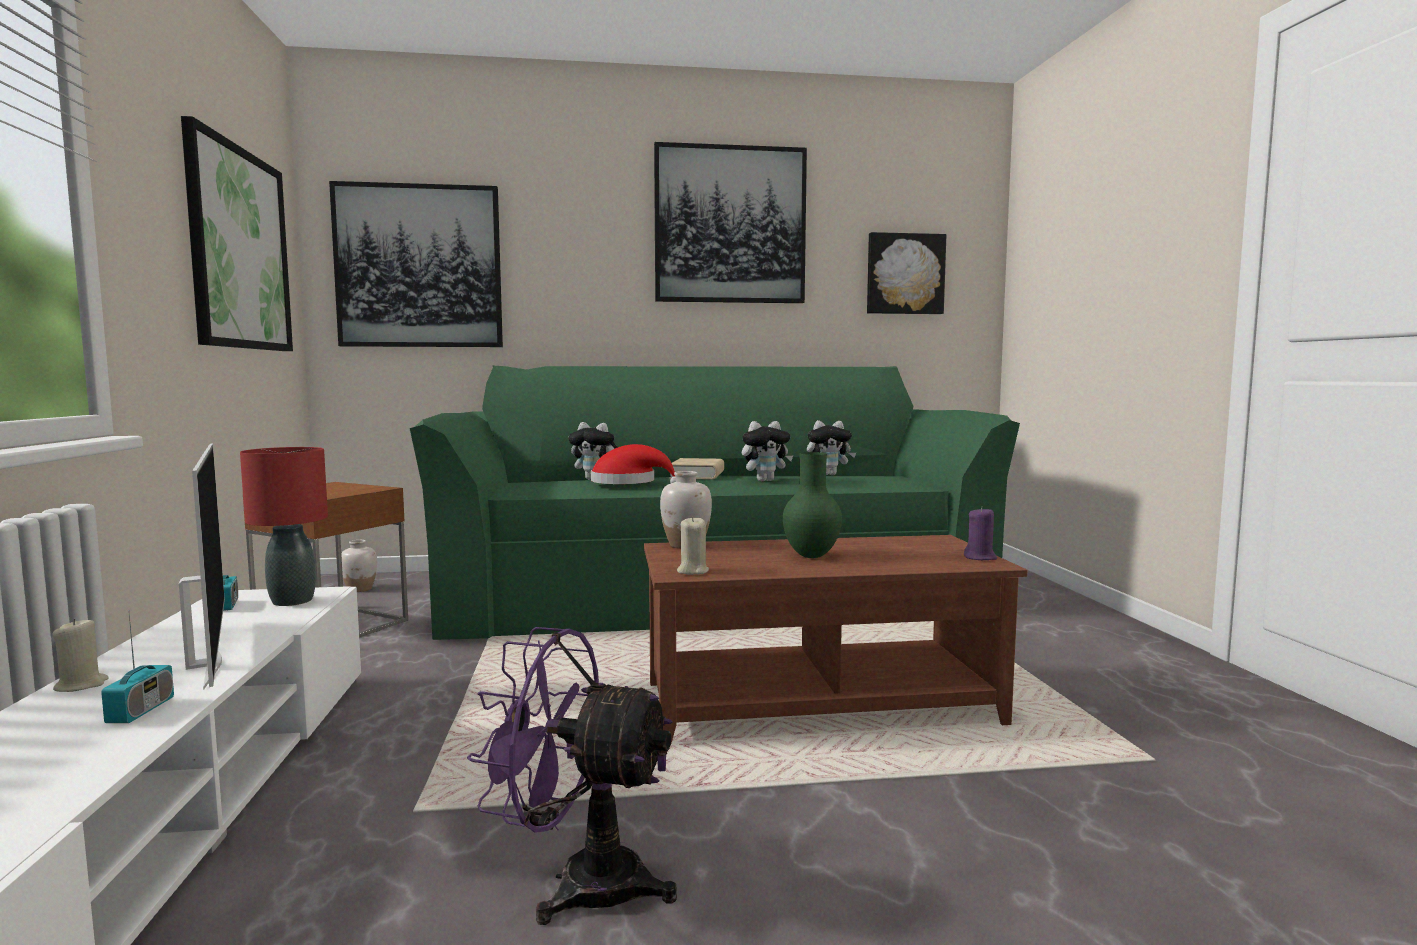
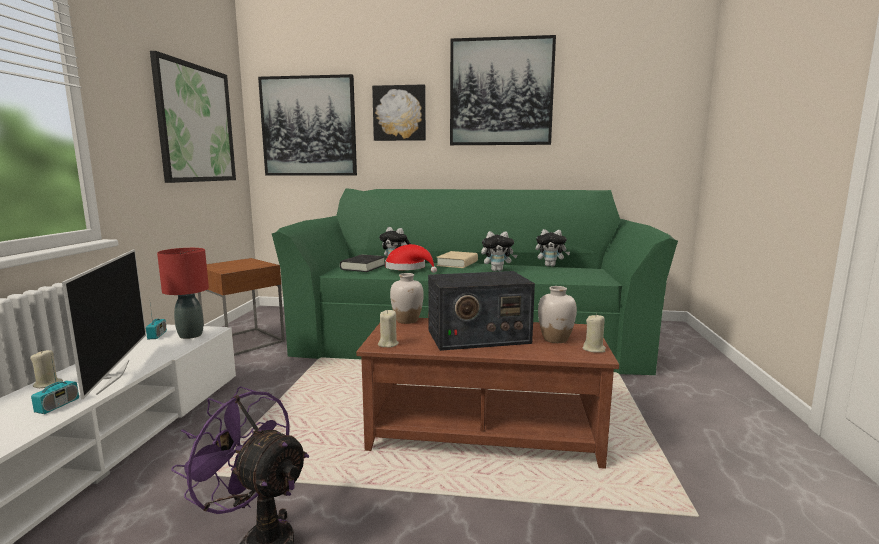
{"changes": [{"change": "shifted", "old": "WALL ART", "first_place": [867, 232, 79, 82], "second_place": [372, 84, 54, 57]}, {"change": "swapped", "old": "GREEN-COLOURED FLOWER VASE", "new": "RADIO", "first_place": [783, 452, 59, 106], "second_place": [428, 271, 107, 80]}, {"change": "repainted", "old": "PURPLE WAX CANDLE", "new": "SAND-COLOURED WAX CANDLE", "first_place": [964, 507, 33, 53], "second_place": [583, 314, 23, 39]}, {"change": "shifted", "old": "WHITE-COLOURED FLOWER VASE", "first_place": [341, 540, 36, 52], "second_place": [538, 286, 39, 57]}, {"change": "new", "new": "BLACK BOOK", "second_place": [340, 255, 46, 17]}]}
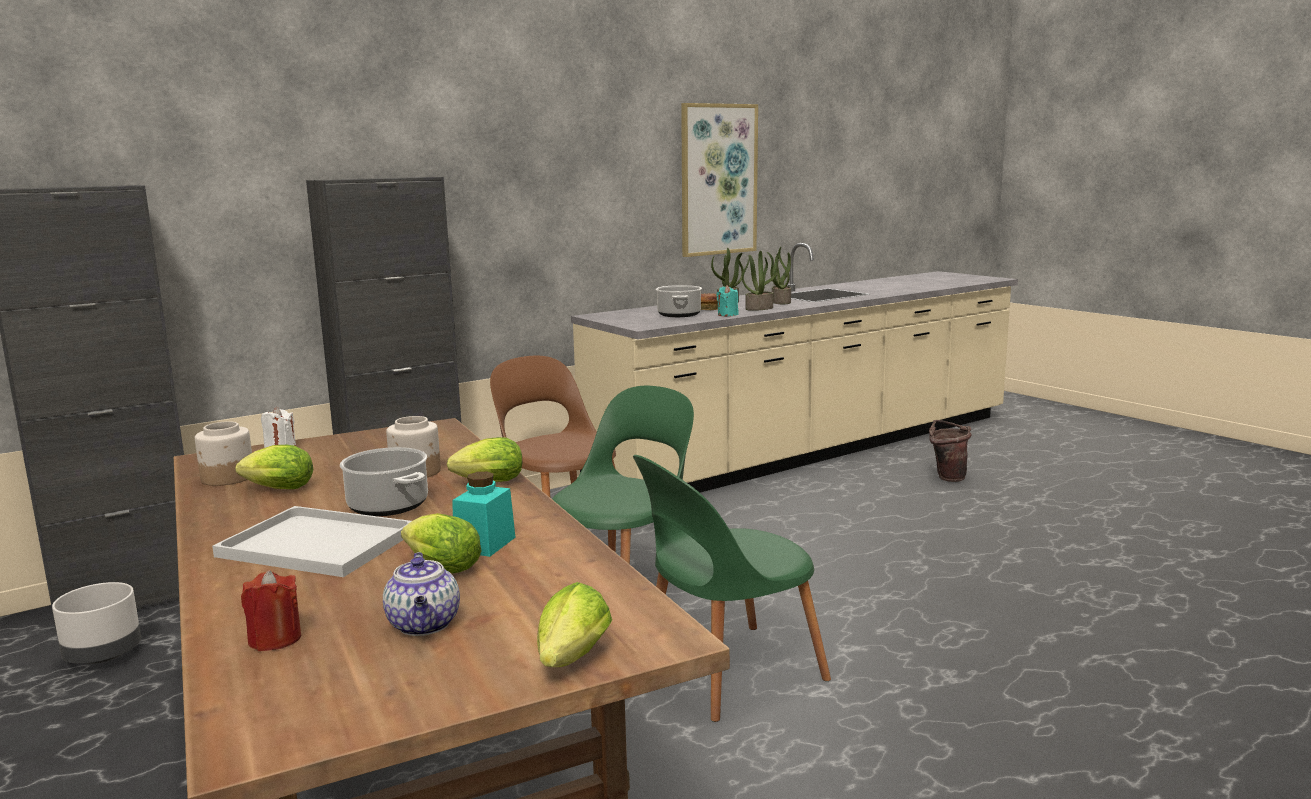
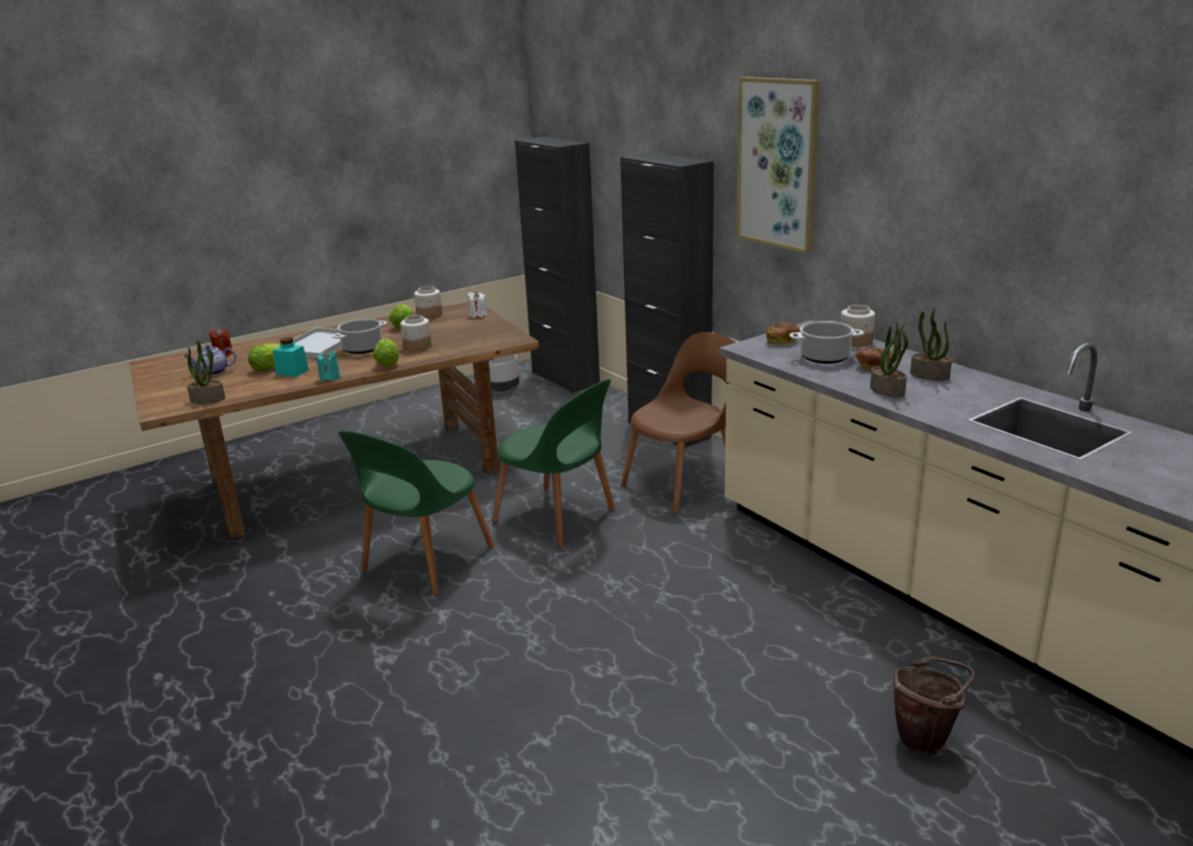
{"changes": [{"change": "shifted", "old": "WALL ART", "first_place": [681, 103, 77, 154], "second_place": [737, 77, 83, 177]}, {"change": "shifted", "old": "POTTED PLANT", "first_place": [767, 247, 24, 57], "second_place": [187, 340, 38, 64]}, {"change": "shifted", "old": "BLUE-GREEN WAX CANDLE", "first_place": [716, 285, 23, 31], "second_place": [316, 350, 24, 32]}, {"change": "rotated", "old": "GREEN-COLOURED UPRIGHT CHAIR", "first_place": [633, 455, 198, 267], "second_place": [338, 430, 156, 164], "degrees": -120}, {"change": "gone", "old": "LETTUCE HEAD", "first_place": [537, 582, 75, 85]}, {"change": "new", "new": "PRESERVE JAR", "second_place": [841, 305, 34, 42]}, {"change": "new", "new": "BAKERY BREAD", "second_place": [766, 322, 34, 23]}]}
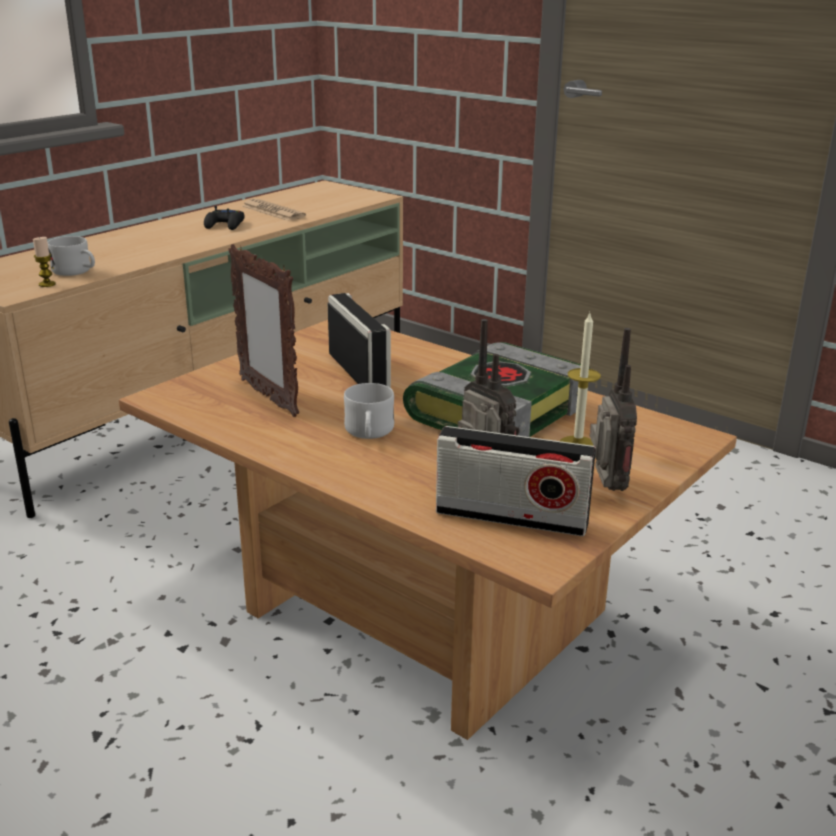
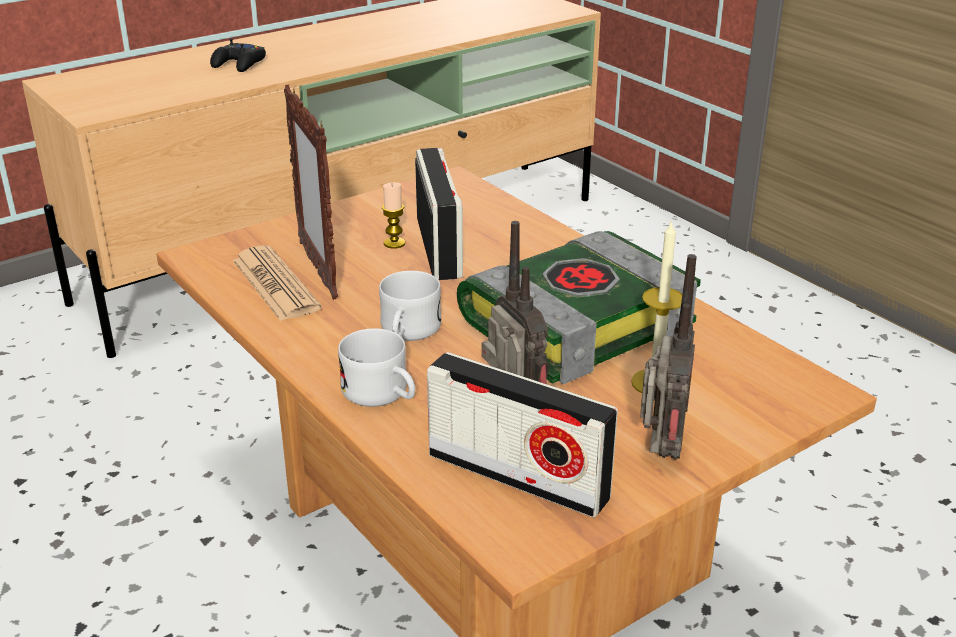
{"changes": [{"change": "shifted", "old": "PRINTED PAPER", "first_place": [242, 199, 64, 22], "second_place": [233, 245, 89, 76]}, {"change": "shifted", "old": "BLACK GAMEPAD", "first_place": [204, 206, 41, 24], "second_place": [210, 39, 56, 33]}, {"change": "shifted", "old": "WHITE-COLOURED TEA MUG", "first_place": [48, 236, 47, 40], "second_place": [338, 328, 77, 79]}, {"change": "shifted", "old": "WAX CANDLE", "first_place": [33, 237, 23, 50], "second_place": [382, 182, 23, 67]}]}
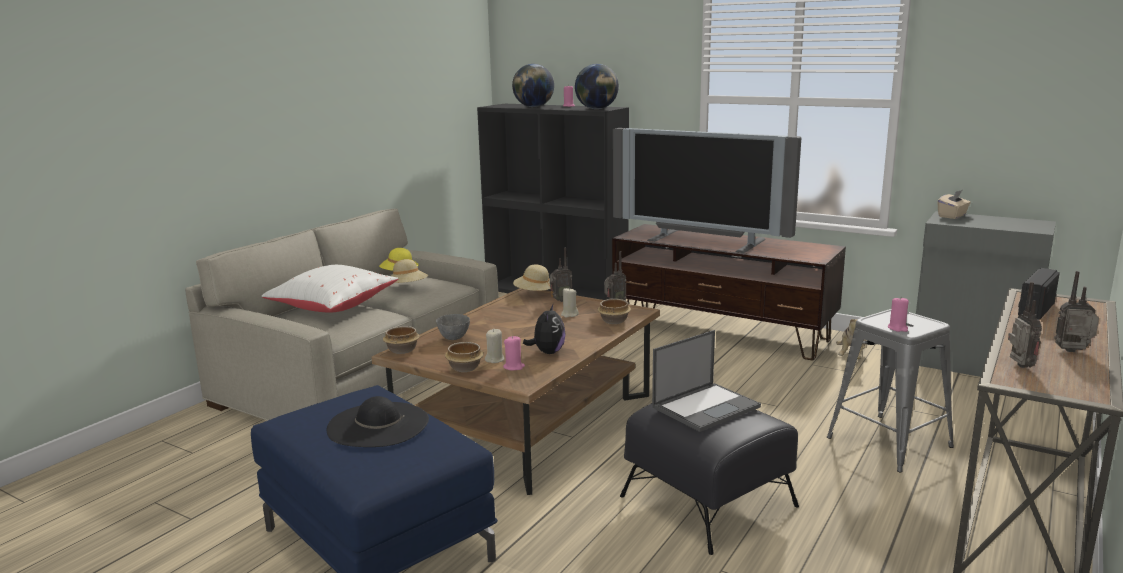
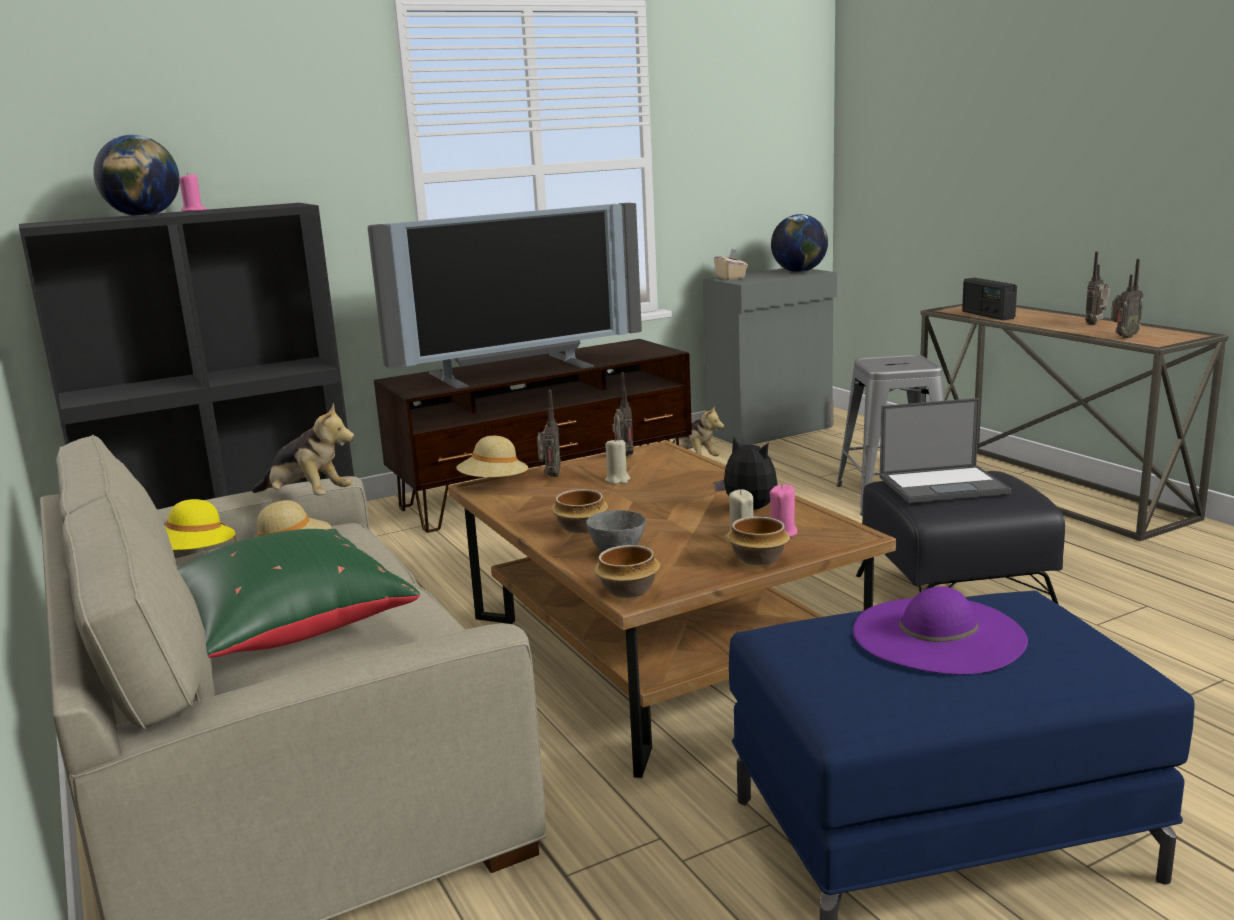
{"changes": [{"change": "shifted", "old": "DESK GLOBE", "first_place": [575, 64, 44, 45], "second_place": [771, 214, 57, 58]}, {"change": "repainted", "old": "WHITE-COLOURED THROW PILLOW", "new": "GREEN-COLOURED THROW PILLOW", "first_place": [262, 265, 136, 47], "second_place": [177, 529, 243, 129]}, {"change": "rotated", "old": "RADIO", "first_place": [1008, 282, 34, 86], "second_place": [1111, 259, 32, 79], "degrees": 120}, {"change": "gone", "old": "PINK-COLOURED WAX CANDLE", "first_place": [888, 296, 21, 36]}, {"change": "shifted", "old": "BOWL", "first_place": [598, 299, 33, 25], "second_place": [551, 489, 57, 44]}, {"change": "rotated", "old": "PORTABLE COMPUTER", "first_place": [652, 330, 109, 102], "second_place": [880, 398, 132, 105], "degrees": 90}, {"change": "repainted", "old": "BLACK CLOTHING HAT", "new": "PURPLE CLOTHING HAT", "first_place": [327, 396, 102, 51], "second_place": [853, 586, 175, 89]}, {"change": "new", "new": "CUDDLY TOY", "second_place": [252, 403, 102, 93]}]}
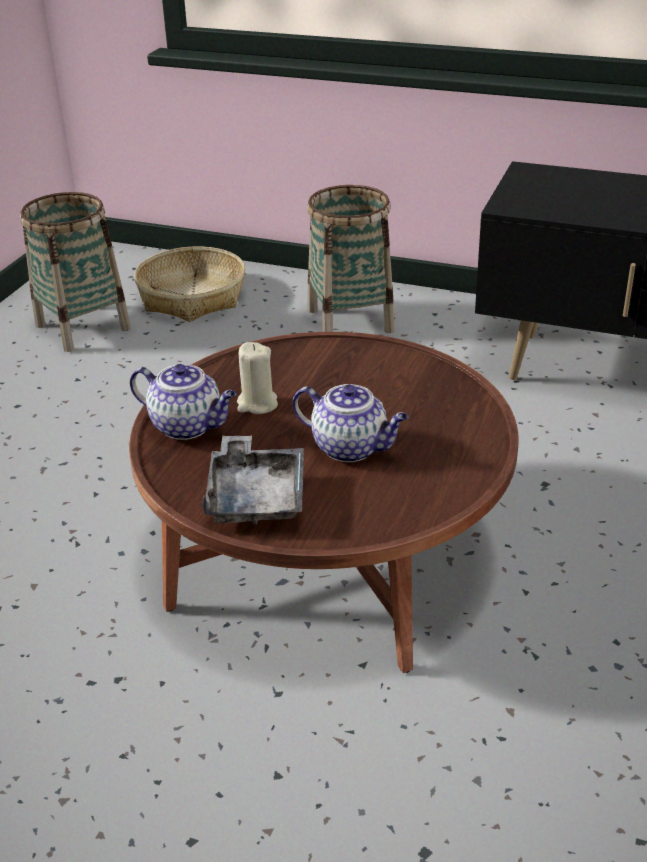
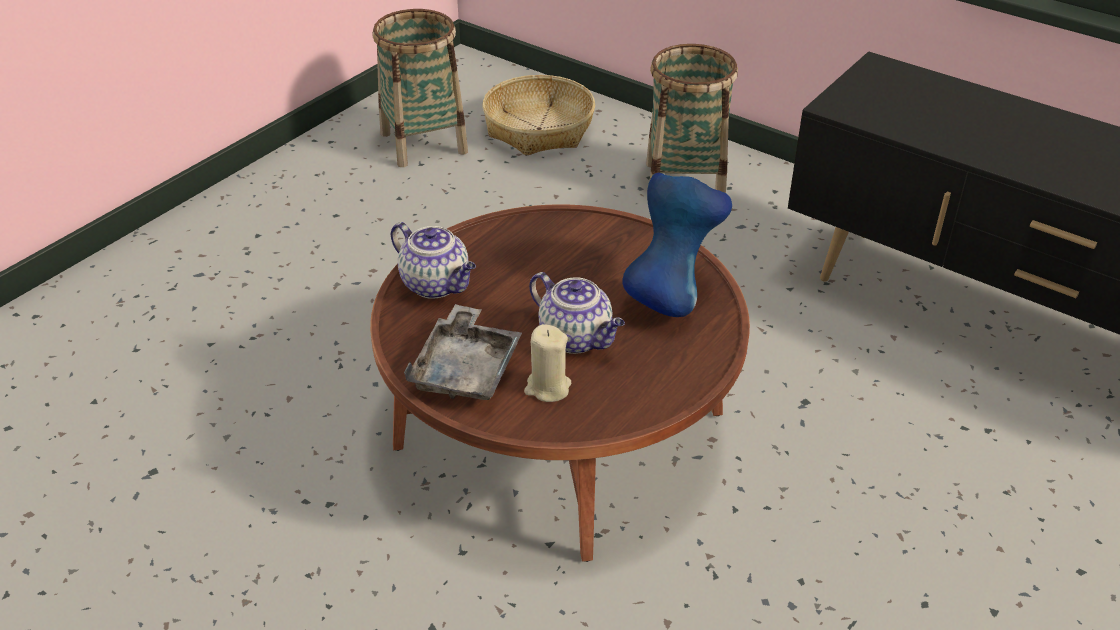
{"changes": [{"change": "shifted", "old": "SAND-COLOURED WAX CANDLE", "first_place": [237, 342, 41, 72], "second_place": [524, 324, 47, 78]}, {"change": "new", "new": "BLUE FLOWER VASE", "second_place": [622, 173, 110, 144]}]}
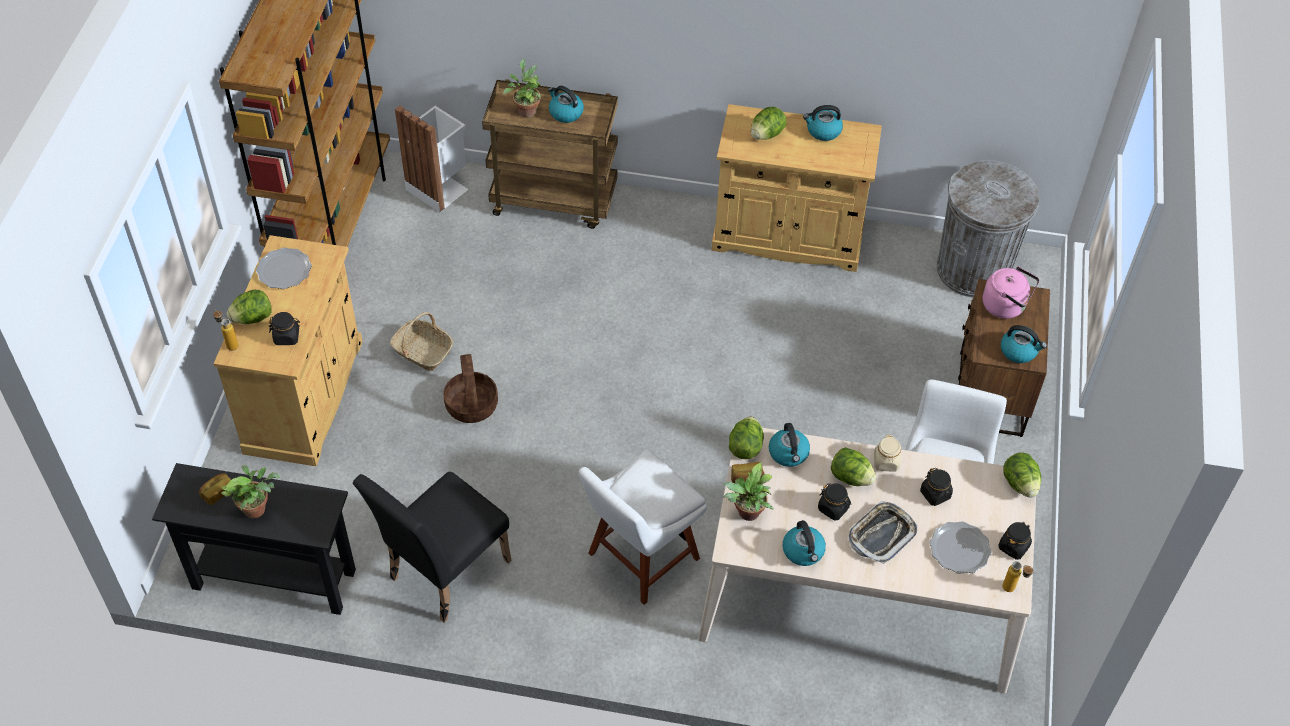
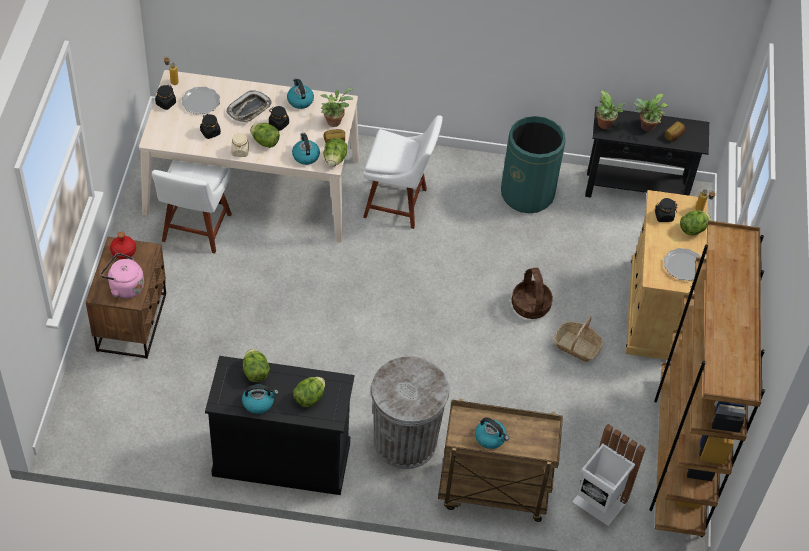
{"changes": [{"change": "shifted", "old": "POTTED PLANT", "first_place": [503, 59, 39, 59], "second_place": [596, 90, 29, 39]}, {"change": "repainted", "old": "SAND-COLOURED CUPBOARD", "new": "BLACK CUPBOARD", "first_place": [711, 104, 171, 168], "second_place": [205, 356, 149, 139]}, {"change": "shifted", "old": "GRAY RUBBISH BIN", "first_place": [937, 160, 102, 137], "second_place": [371, 356, 79, 113]}, {"change": "swapped", "old": "WATER KETTLE", "new": "RED DRINK BOTTLE", "first_place": [1001, 325, 46, 38], "second_place": [110, 232, 26, 27]}, {"change": "rotated", "old": "WHITE-COLOURED UPRIGHT CHAIR", "first_place": [579, 449, 128, 156], "second_place": [363, 115, 80, 114], "degrees": 60}, {"change": "shifted", "old": "LETTUCE HEAD", "first_place": [1004, 452, 37, 46], "second_place": [243, 349, 27, 33]}, {"change": "swapped", "old": "BLACK UPRIGHT CHAIR", "new": "GREEN-COLOURED RUBBISH BIN", "first_place": [353, 472, 158, 151], "second_place": [501, 116, 65, 97]}]}
